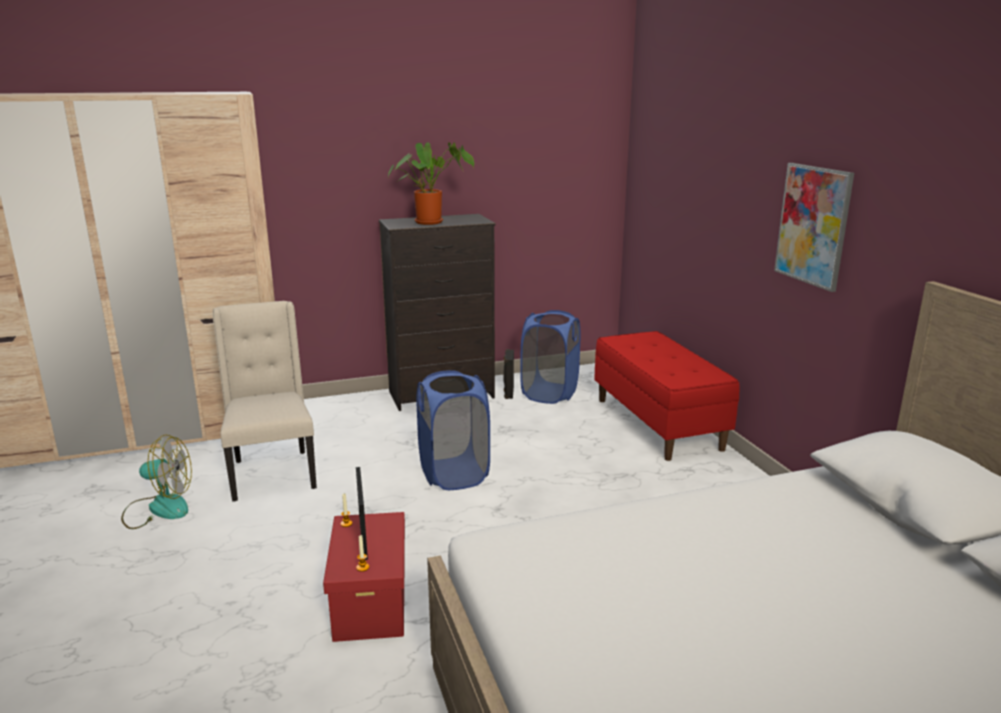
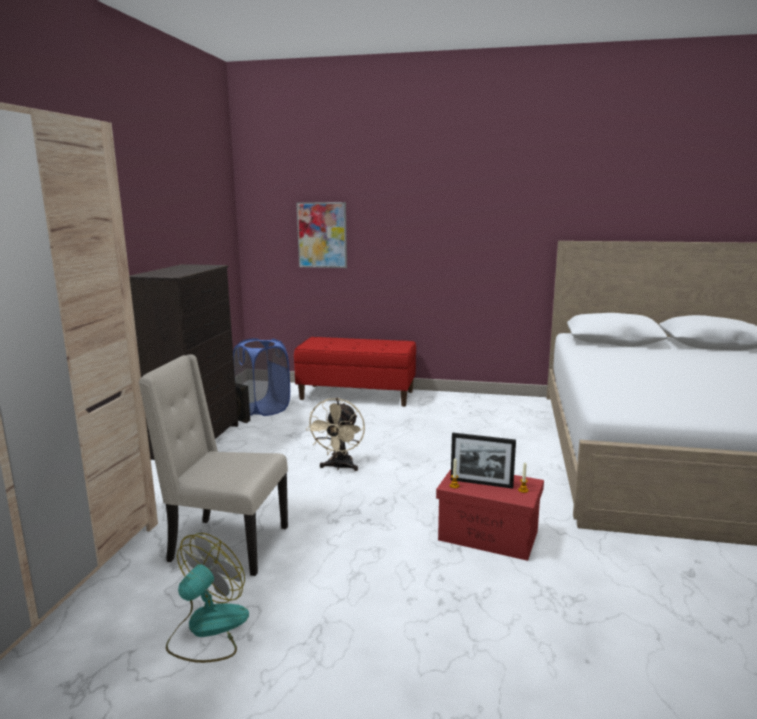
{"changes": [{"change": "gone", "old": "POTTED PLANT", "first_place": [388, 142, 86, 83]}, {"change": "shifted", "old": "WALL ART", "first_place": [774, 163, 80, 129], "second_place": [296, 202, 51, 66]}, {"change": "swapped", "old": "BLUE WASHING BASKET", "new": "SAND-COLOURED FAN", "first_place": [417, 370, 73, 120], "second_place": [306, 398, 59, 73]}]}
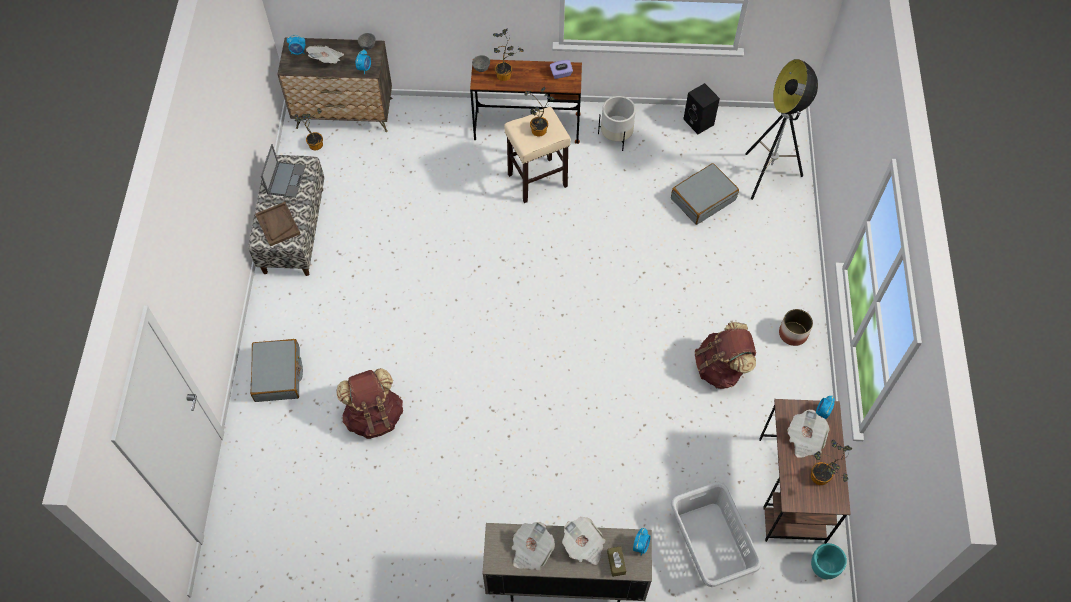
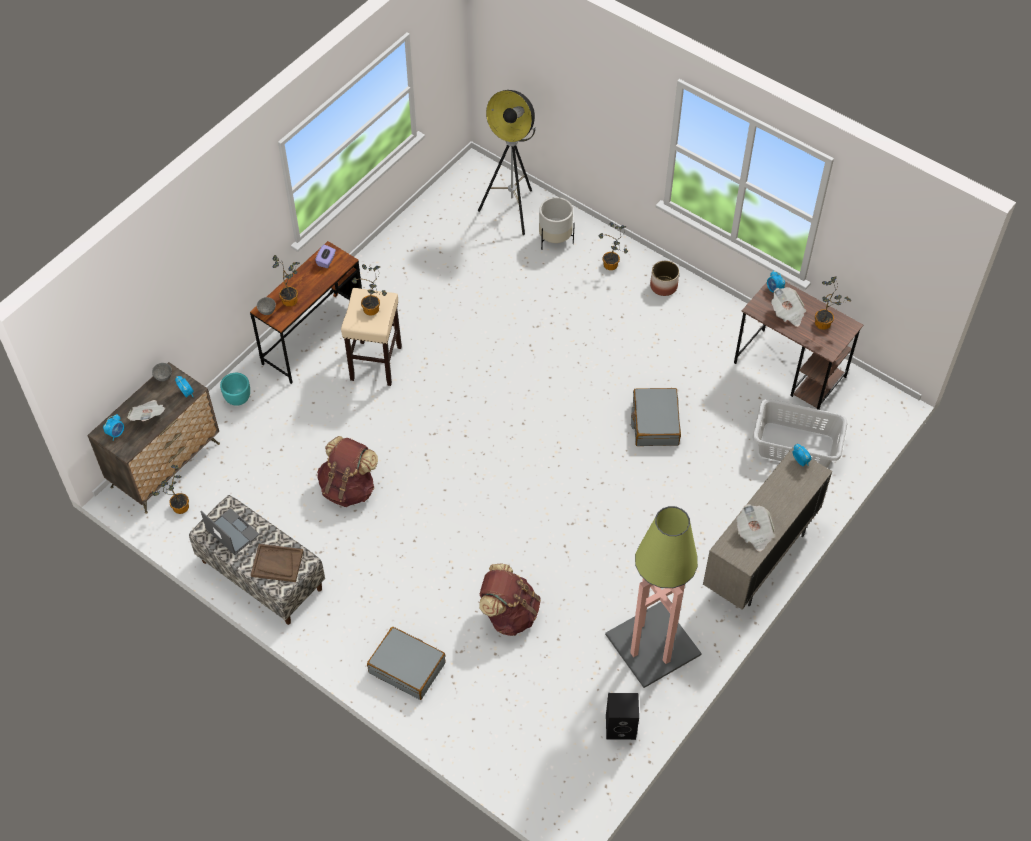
{"changes": [{"change": "shifted", "old": "BLACK AUDIO SPEAKER", "first_place": [683, 83, 37, 51], "second_place": [606, 693, 33, 47]}, {"change": "shifted", "old": "WHITE-COLOURED PLANT POT", "first_place": [598, 96, 38, 55], "second_place": [539, 197, 36, 52]}, {"change": "shifted", "old": "GRAY TRAVEL CASE", "first_place": [671, 163, 68, 62], "second_place": [631, 388, 50, 58]}, {"change": "shifted", "old": "BROWN KNAPSACK", "first_place": [695, 322, 61, 67], "second_place": [317, 436, 61, 71]}, {"change": "gone", "old": "PRINTED PAPER", "first_place": [562, 517, 44, 48]}, {"change": "shifted", "old": "BLUE-GREEN PLANT POT", "first_place": [811, 543, 36, 36], "second_place": [220, 373, 30, 33]}, {"change": "gone", "old": "BROWN TISSUE HOLDER", "first_place": [607, 546, 19, 31]}, {"change": "new", "new": "POTTED PLANT", "second_place": [598, 222, 30, 48]}, {"change": "new", "new": "STANDING LAMP", "second_place": [605, 506, 97, 182]}]}
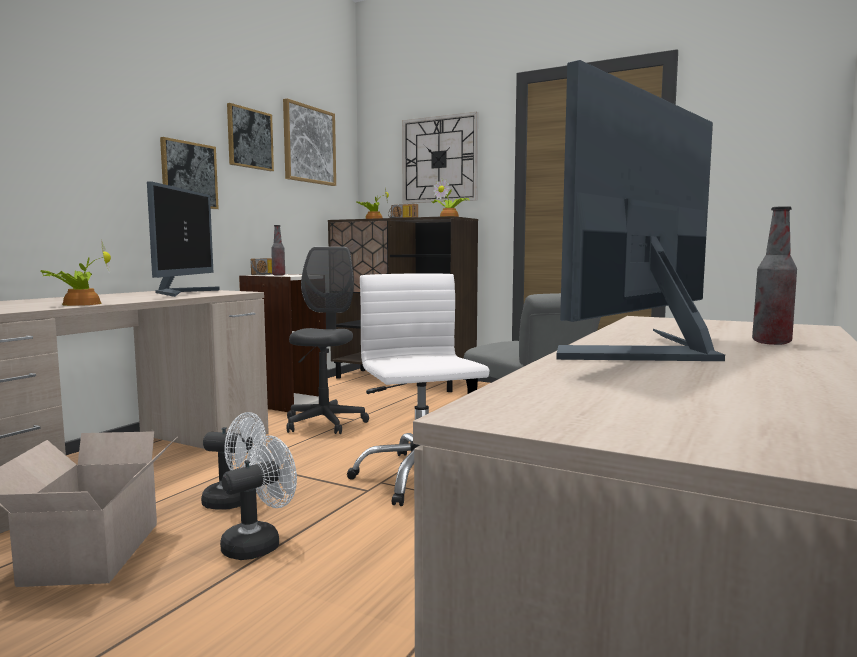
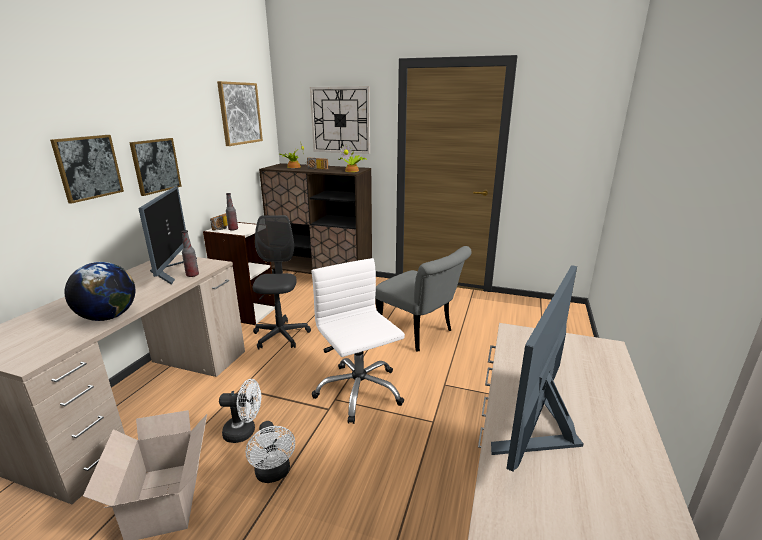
{"changes": [{"change": "shifted", "old": "WALL ART", "first_place": [227, 103, 47, 68], "second_place": [50, 135, 74, 69]}, {"change": "shifted", "old": "DRINK BOTTLE", "first_place": [752, 206, 45, 139], "second_place": [181, 230, 18, 47]}, {"change": "swapped", "old": "POTTED PLANT", "new": "DESK GLOBE", "first_place": [41, 239, 70, 67], "second_place": [65, 262, 70, 59]}, {"change": "rotated", "old": "WHITE-COLOURED FAN", "first_place": [220, 436, 77, 124], "second_place": [246, 421, 49, 62], "degrees": 120}]}
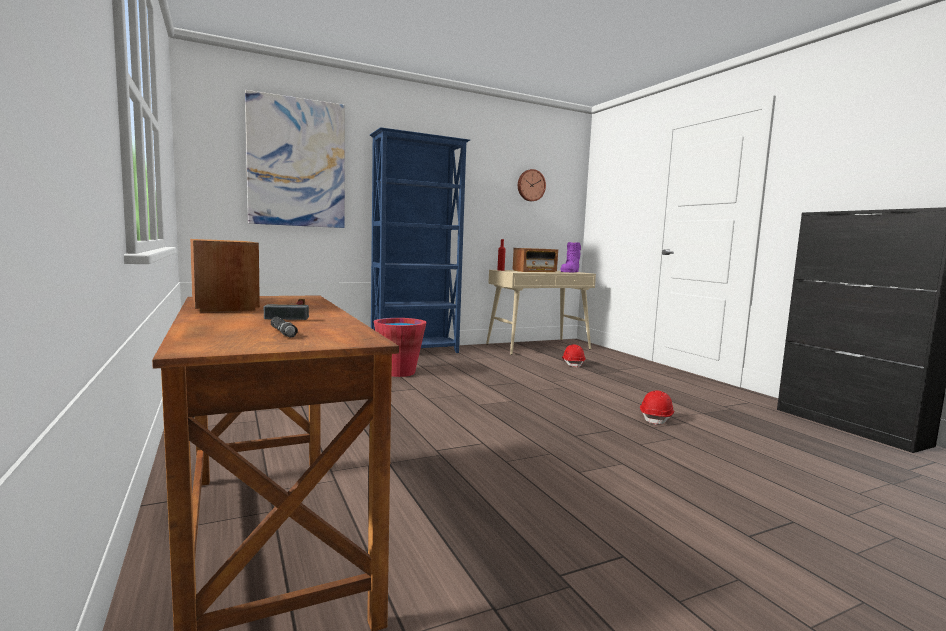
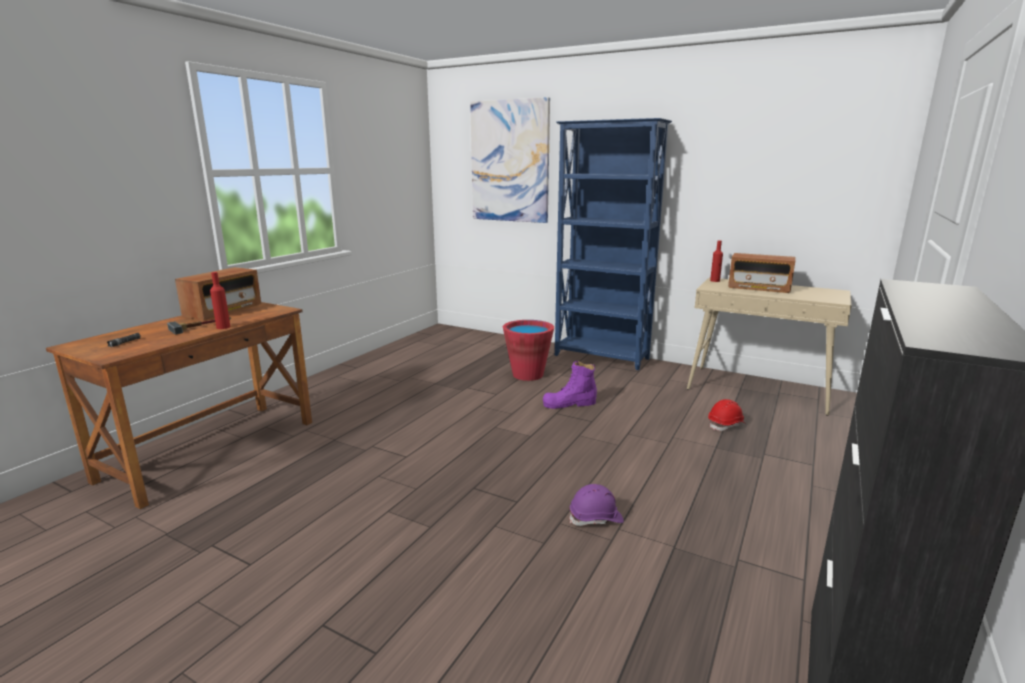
{"changes": [{"change": "gone", "old": "CLOCK ON THE WALL", "first_place": [518, 169, 28, 32]}, {"change": "shifted", "old": "PURPLE HIGH-TOP BOOT", "first_place": [561, 242, 20, 30], "second_place": [543, 360, 54, 49]}, {"change": "repainted", "old": "RED HARD HAT", "new": "PURPLE HARD HAT", "first_place": [640, 390, 34, 36], "second_place": [569, 484, 55, 42]}, {"change": "new", "new": "RED DRINK BOTTLE", "second_place": [210, 272, 21, 57]}]}
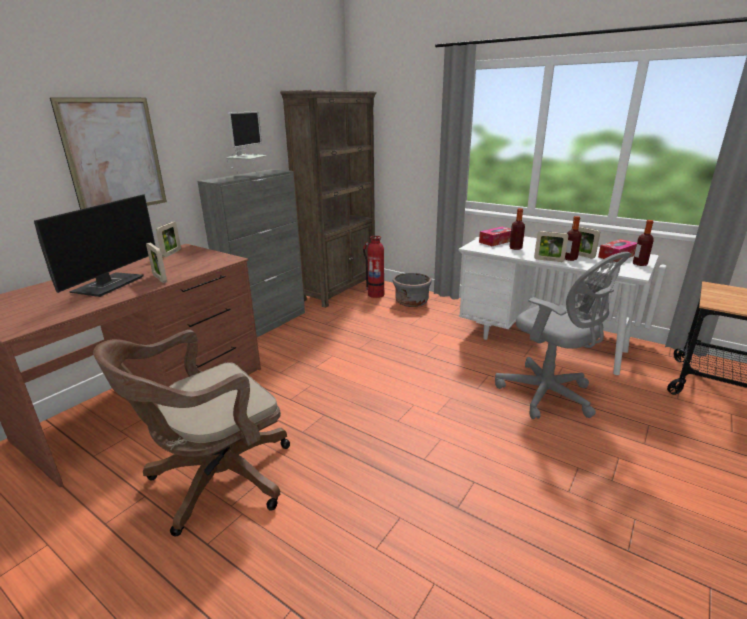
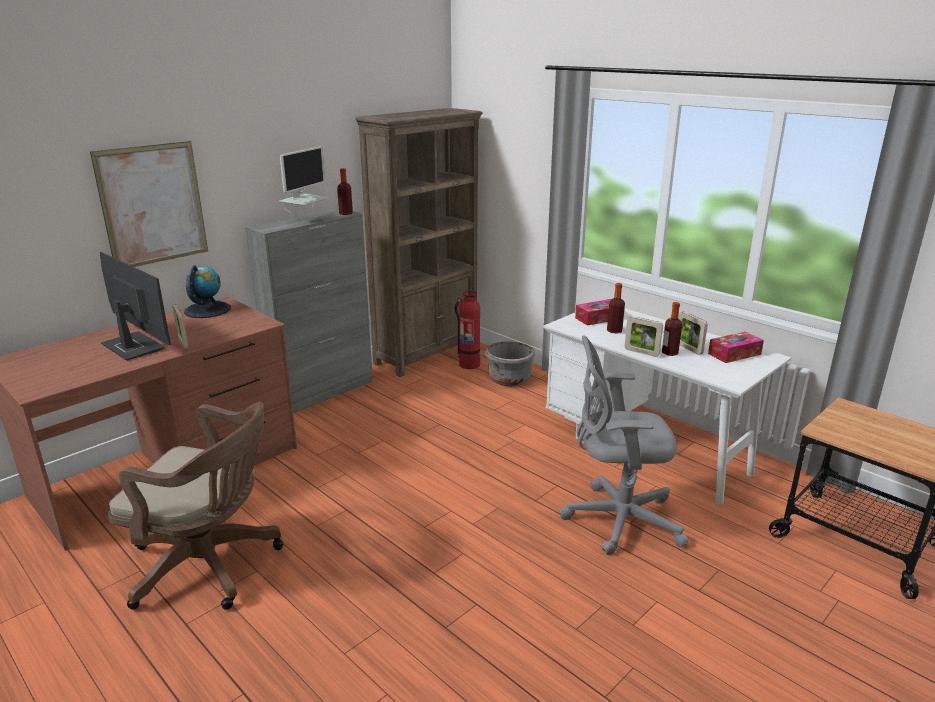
{"changes": [{"change": "rotated", "old": "COMPUTER DISPLAY", "first_place": [34, 194, 122, 103], "second_place": [100, 252, 71, 109], "degrees": -75}, {"change": "shifted", "old": "DRINK BOTTLE", "first_place": [633, 220, 21, 46], "second_place": [337, 168, 16, 47]}, {"change": "swapped", "old": "PHOTO FRAME", "new": "DESK GLOBE", "first_place": [156, 222, 25, 35], "second_place": [184, 265, 47, 53]}, {"change": "rotated", "old": "GRAY DESK CHAIR", "first_place": [495, 252, 136, 167], "second_place": [560, 335, 129, 220], "degrees": 120}, {"change": "rotated", "old": "BROWN DESK CHAIR", "first_place": [93, 330, 197, 207], "second_place": [108, 402, 175, 208], "degrees": -135}]}
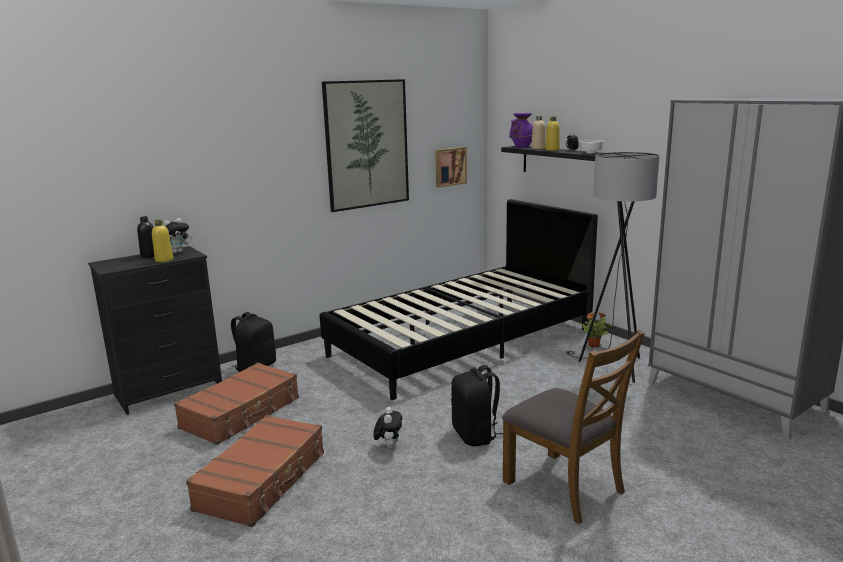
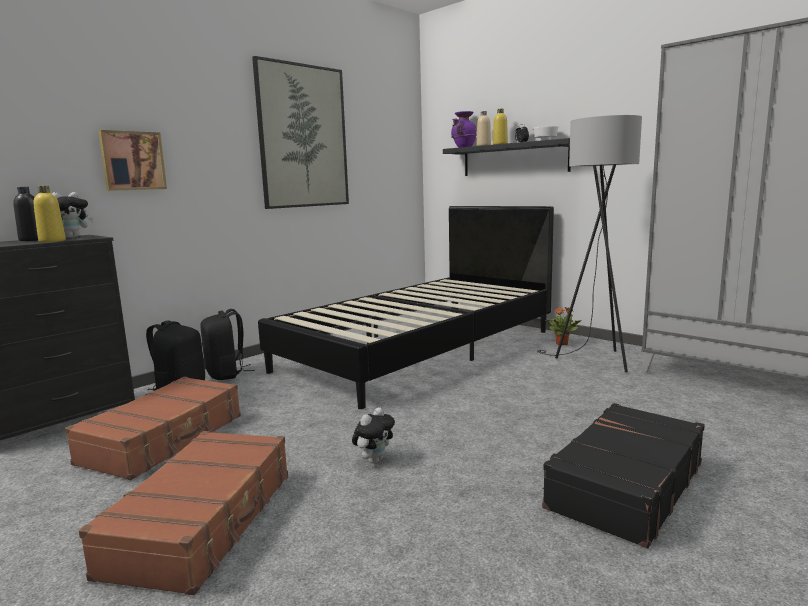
{"changes": [{"change": "shifted", "old": "WALL ART", "first_place": [435, 147, 32, 40], "second_place": [98, 130, 69, 61]}, {"change": "swapped", "old": "BROWN UPRIGHT CHAIR", "new": "BLACK TRAVEL CASE", "first_place": [502, 330, 143, 194], "second_place": [542, 403, 163, 145]}, {"change": "shifted", "old": "BLACK KNAPSACK", "first_place": [451, 365, 52, 81], "second_place": [200, 309, 55, 71]}, {"change": "rotated", "old": "CUDDLY TOY", "first_place": [373, 407, 29, 42], "second_place": [352, 407, 43, 57], "degrees": 45}]}
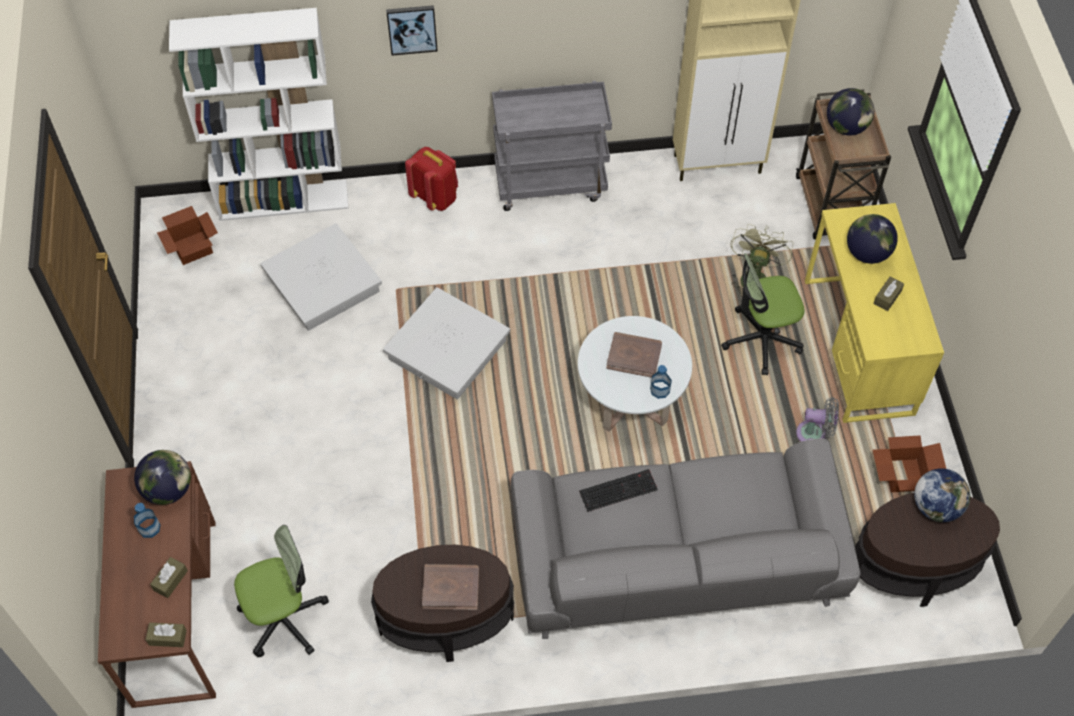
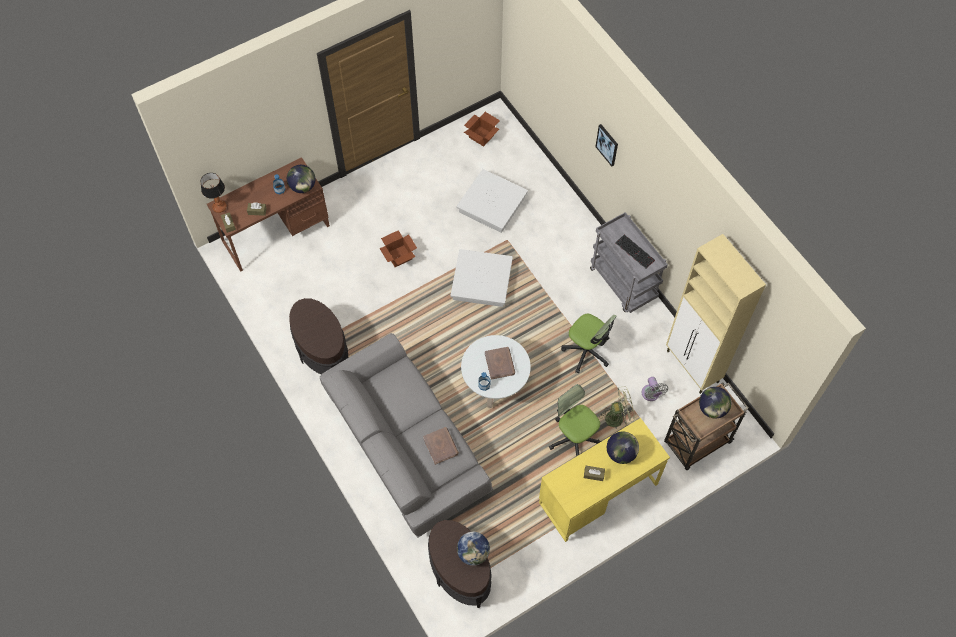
{"changes": [{"change": "gone", "old": "WHITE-COLOURED SHELVING UNIT", "first_place": [169, 8, 179, 213]}, {"change": "gone", "old": "RED KNAPSACK", "first_place": [405, 147, 53, 64]}, {"change": "shifted", "old": "GRAY FAN", "first_place": [796, 397, 43, 45], "second_place": [642, 377, 26, 24]}, {"change": "shifted", "old": "CARTON", "first_place": [873, 436, 73, 56], "second_place": [379, 230, 38, 37]}, {"change": "shifted", "old": "PC KEYBOARD", "first_place": [579, 469, 79, 43], "second_place": [615, 235, 40, 34]}, {"change": "shifted", "old": "DESK CHAIR", "first_place": [234, 525, 95, 132], "second_place": [561, 314, 56, 59]}, {"change": "shifted", "old": "BROWN BOOK", "first_place": [422, 564, 57, 46], "second_place": [423, 427, 36, 38]}, {"change": "new", "new": "TABLETOP LAMP", "second_place": [200, 173, 27, 40]}]}
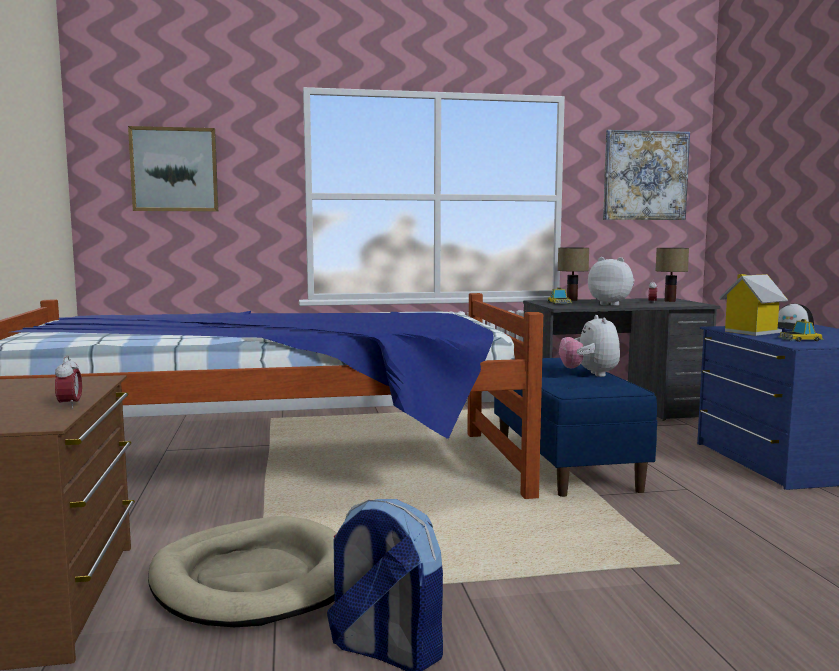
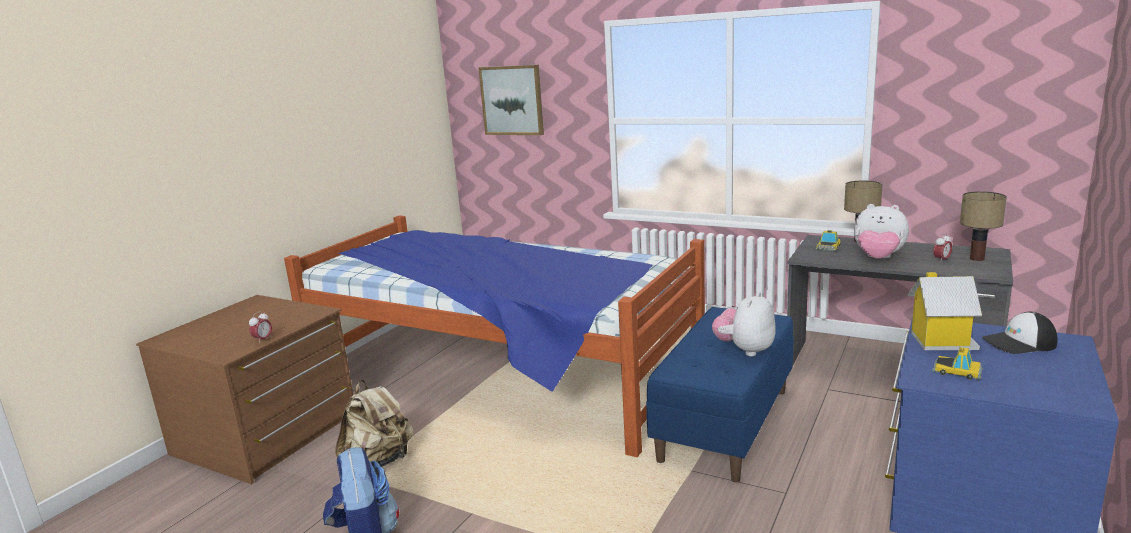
{"changes": [{"change": "gone", "old": "WALL ART", "first_place": [603, 130, 87, 90]}, {"change": "rotated", "old": "CUDDLY TOY", "first_place": [588, 257, 47, 49], "second_place": [854, 204, 55, 55], "degrees": 135}, {"change": "swapped", "old": "SAND-COLOURED DOG CUSHION", "new": "SAND-COLOURED KNAPSACK", "first_place": [148, 516, 189, 111], "second_place": [335, 380, 79, 87]}]}
